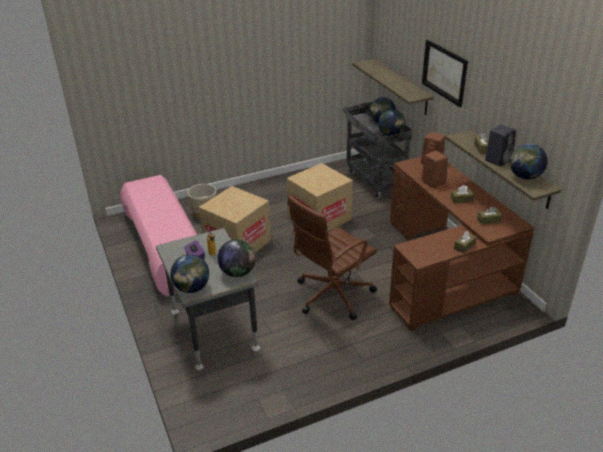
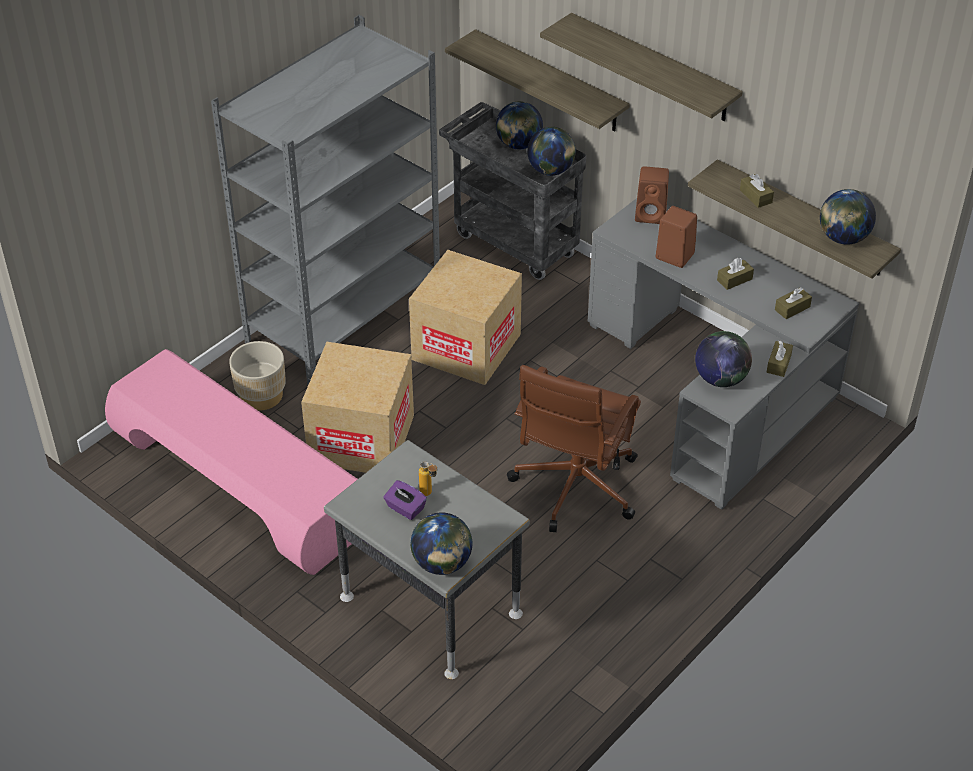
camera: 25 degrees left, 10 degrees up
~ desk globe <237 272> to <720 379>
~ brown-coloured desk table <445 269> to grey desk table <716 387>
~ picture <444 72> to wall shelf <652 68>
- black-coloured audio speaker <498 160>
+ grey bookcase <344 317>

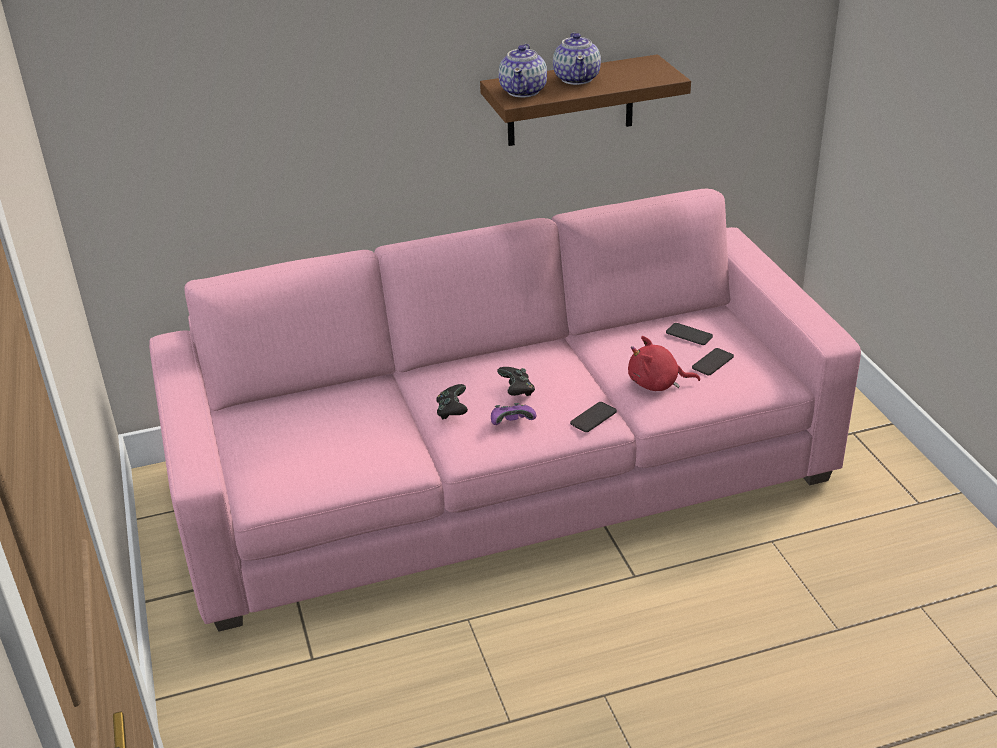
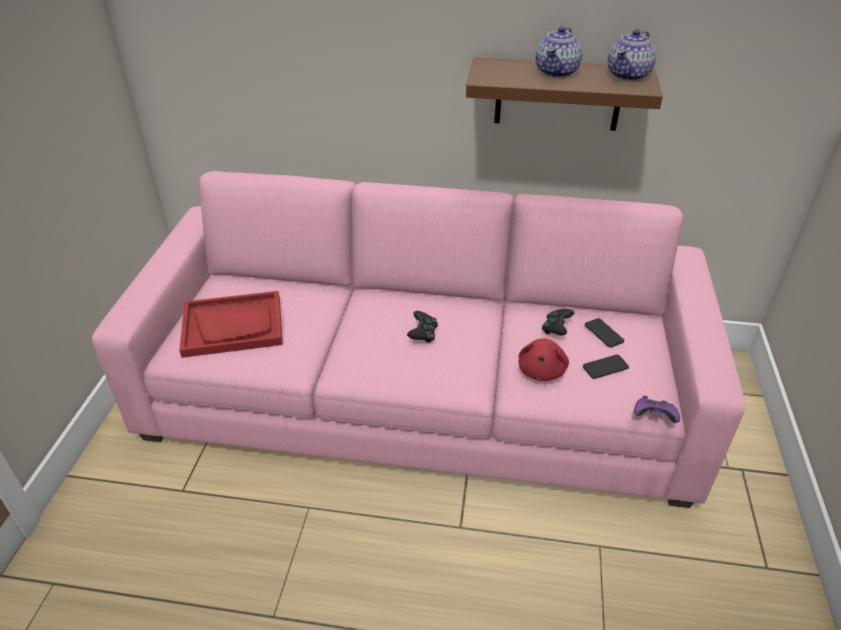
camera: 25 degrees right, 5 degrees up
~ black-coloured joypad <452 411> to <556 329>
~ purplish joypad <512 423> to <654 417>
~ tea pot <524 91> to <629 75>
- telephone <593 417>
~ reddish soft toy <657 384> = <542 370> 105 degrees counterclockwise
+ reddish carrying tray <233 326>

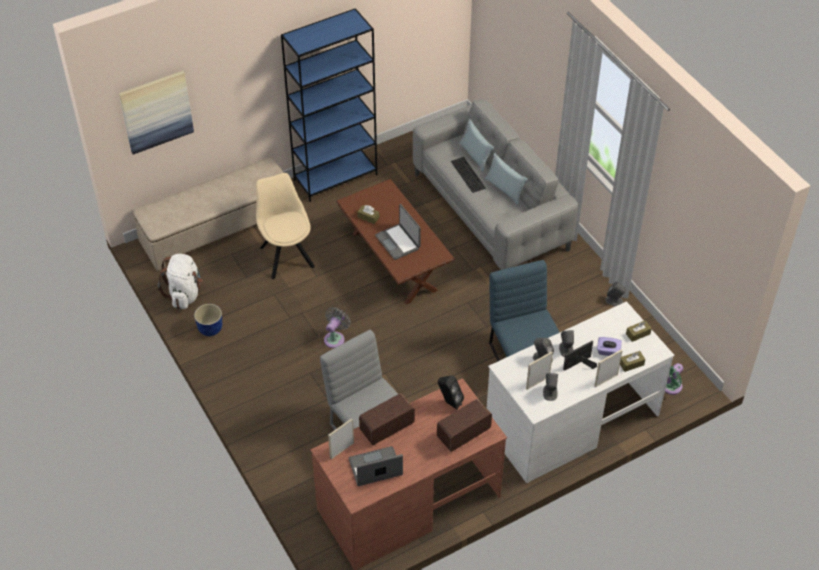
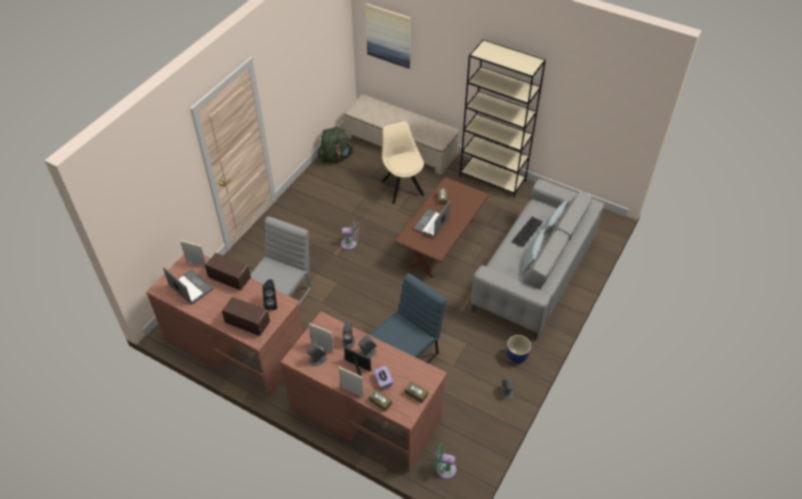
camera: 60 degrees right, 0 degrees up
~ white-coloured rucksack <184 294> to greenish rucksack <335 157>
~ plant pot <211 329> to <517 357>
~ beige plain chair <286 257> = <402 188> 60 degrees counterclockwise
~ blue-coloured bookcase <335 177> to beige bookcase <493 178>
~ white-coloured desk table <571 421> to brown-coloured desk table <365 413>

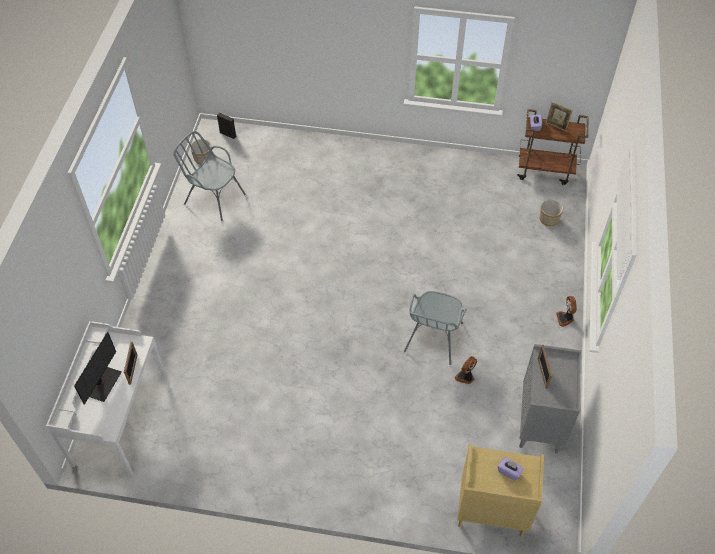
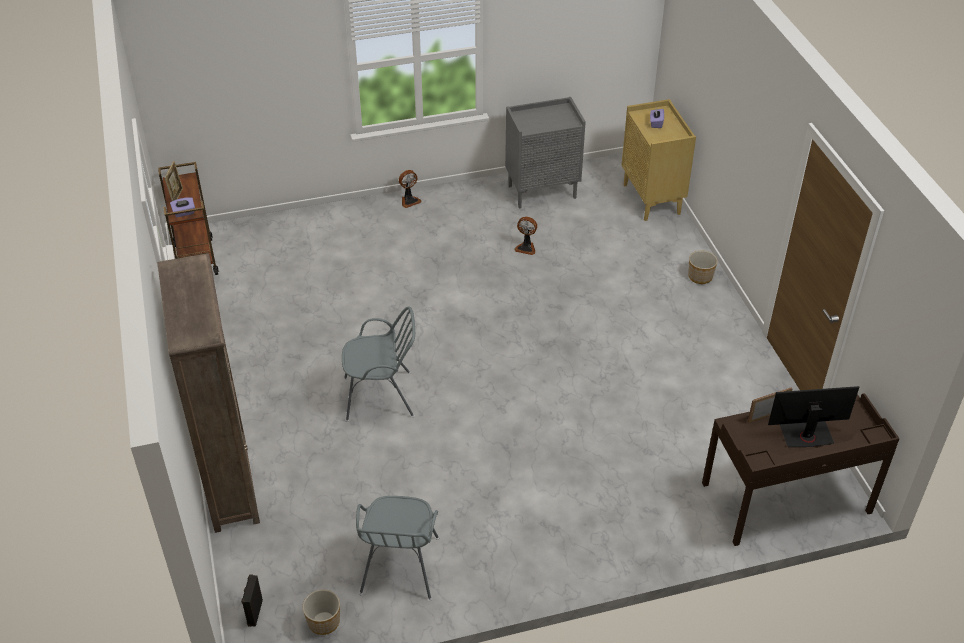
camera: 115 degrees left, 10 degrees down
~ white-coloured desk table <119 419> to brown-coloured desk table <786 499>
~ grey plain chair <433 340> to <382 396>
- picture frame <542 373>
~ plant pot <548 219> to <700 277>
+ brown-coloured bookcase <230 482>

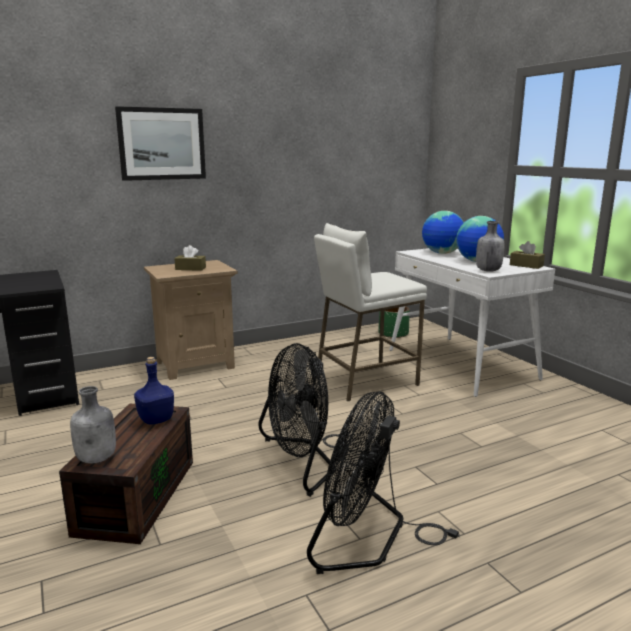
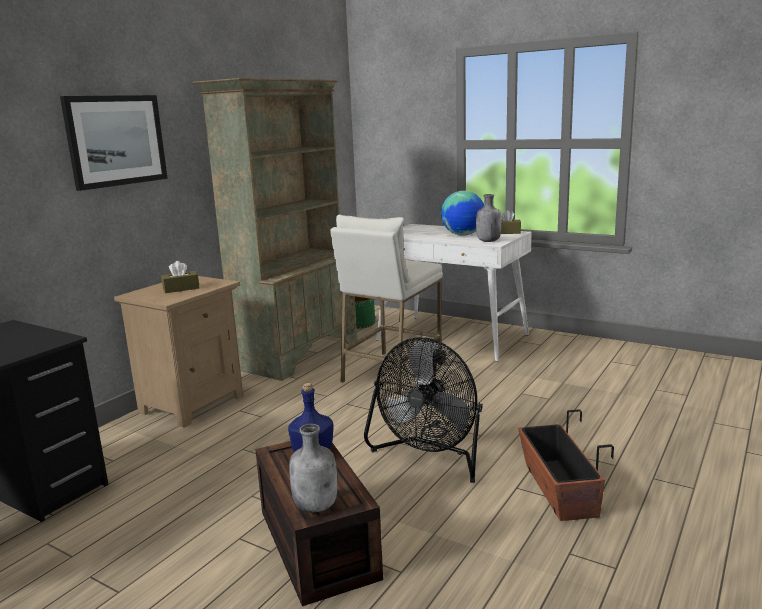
camera: 30 degrees left, 0 degrees up
~ black-coloured electric fan <374 533> to plant pot <558 490>
- desk globe <442 253>
+ greenish bookcase <298 353>

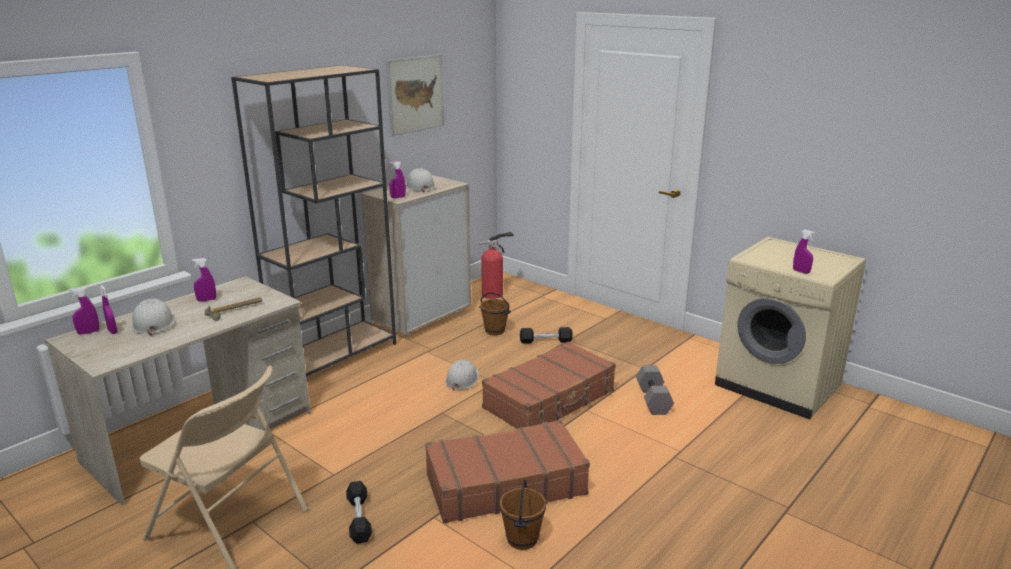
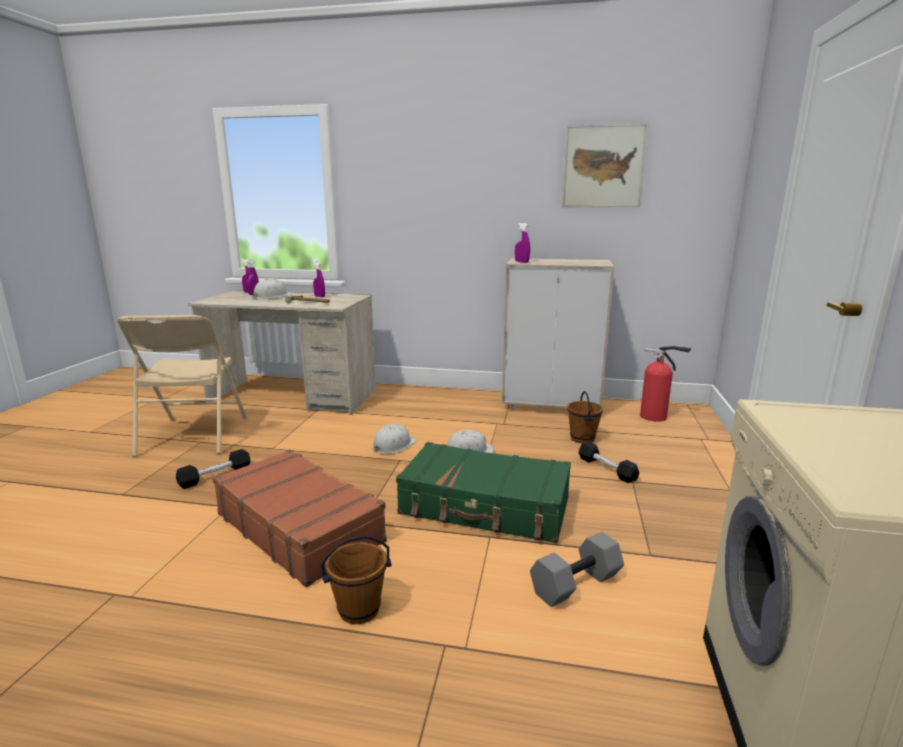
camera: 60 degrees right, 5 degrees down
- bookcase <336 355>
~ white-coloured safety helmet <419 186> to <393 445>
~ brown-coloured travel case <550 400> to greenish travel case <485 507>
~ brown-coloured bucket <521 539> to <359 609>
- purplish sprayer <801 272>

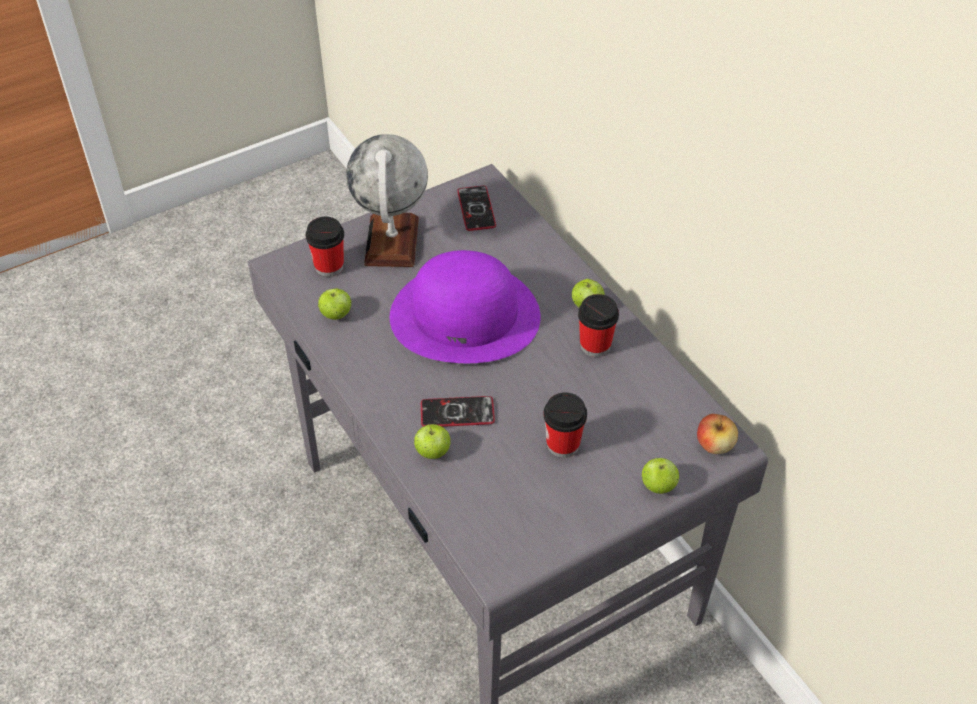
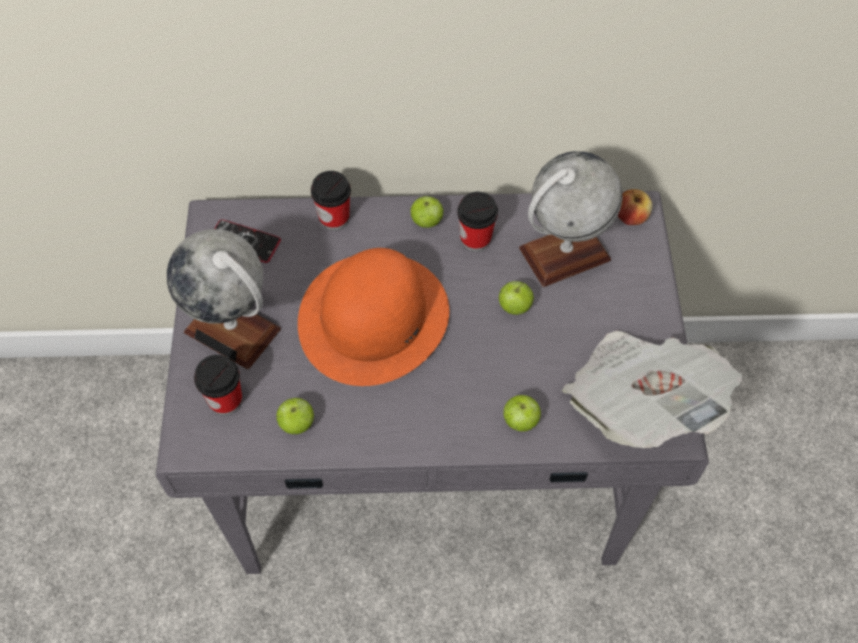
camera: 60 degrees left, 10 degrees up
~ purplish clothing hat <465 315> to orange clothing hat <374 317>
- telephone <457 413>
~ drinking cup <563 444> to <334 218>
~ apple <658 486> to <514 307>
+ desk globe <564 254>
+ newspaper <640 402>

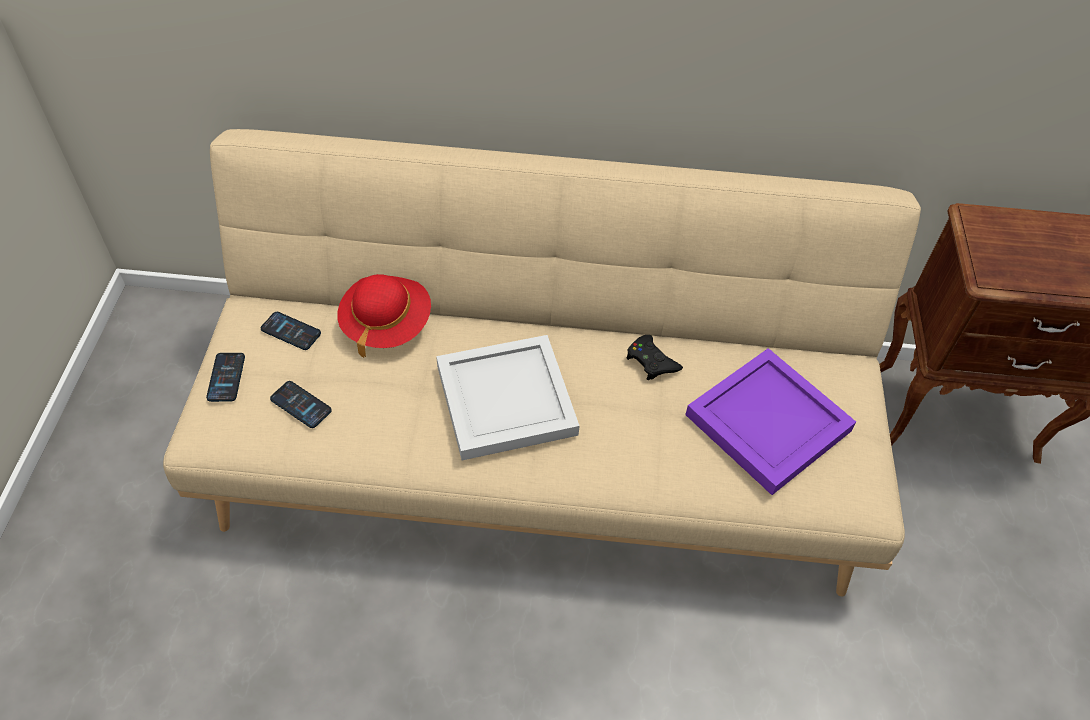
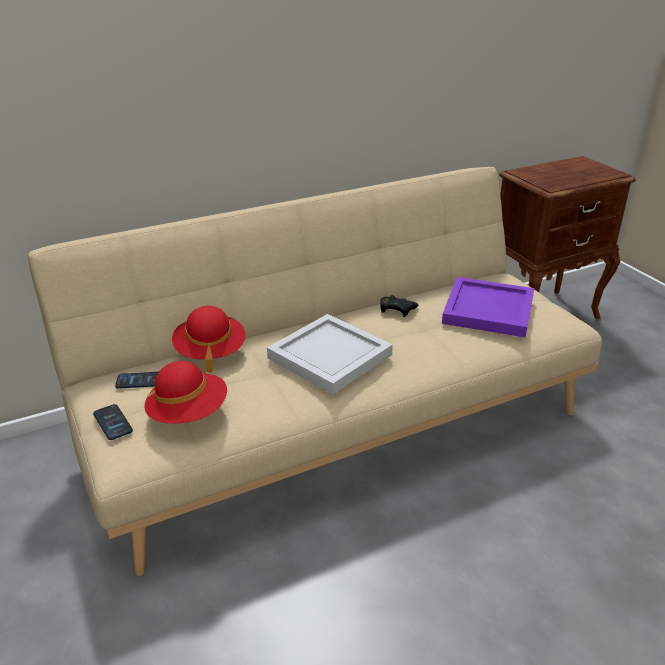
camera: 30 degrees left, 20 degrees down
~ telephone <301 405> to reddish clothing hat <188 413>

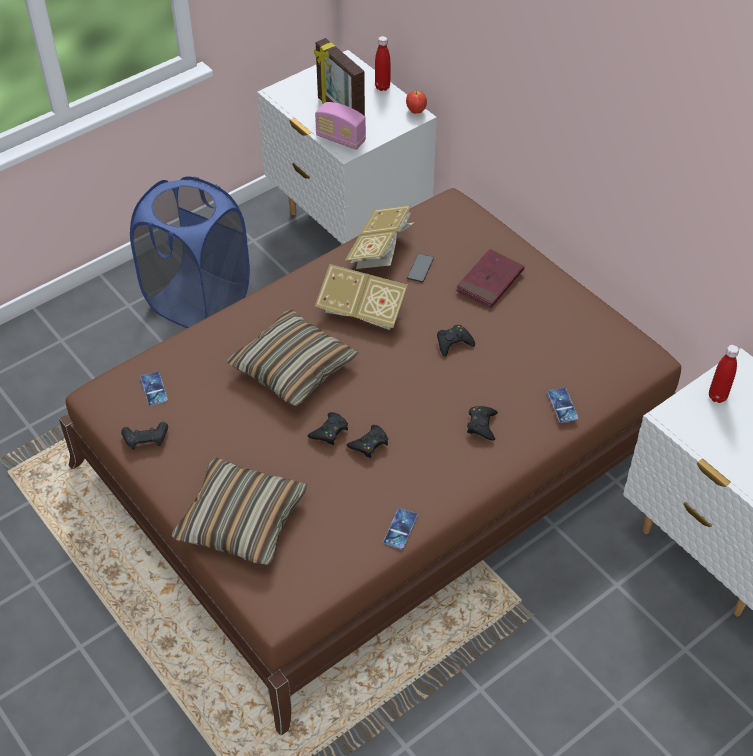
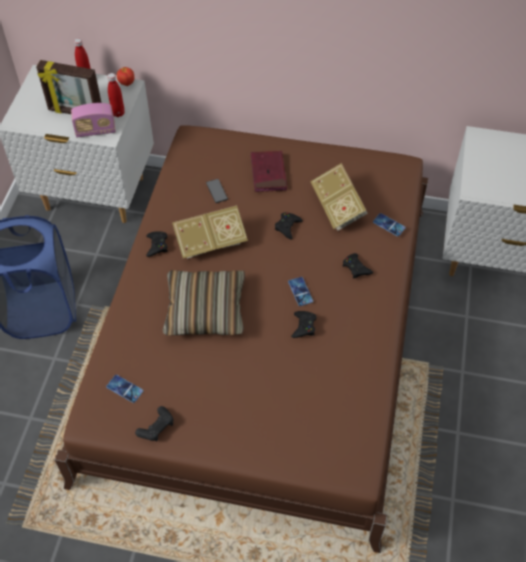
camera: 40 degrees left, 5 degrees up
- throw pillow <241 521>
~ black-coloured joypad <329 431> to <157 245>
~ bound book <380 251> to <338 208>
~ telephone <400 528> to <300 291>
~ reddish bottle <717 396> to <118 113>

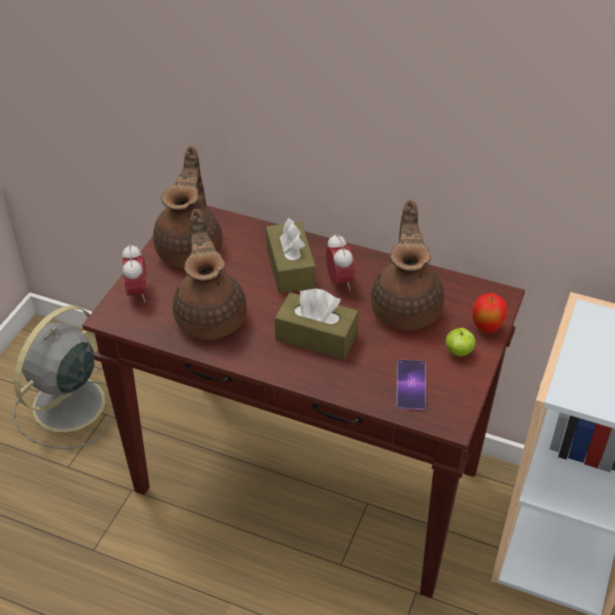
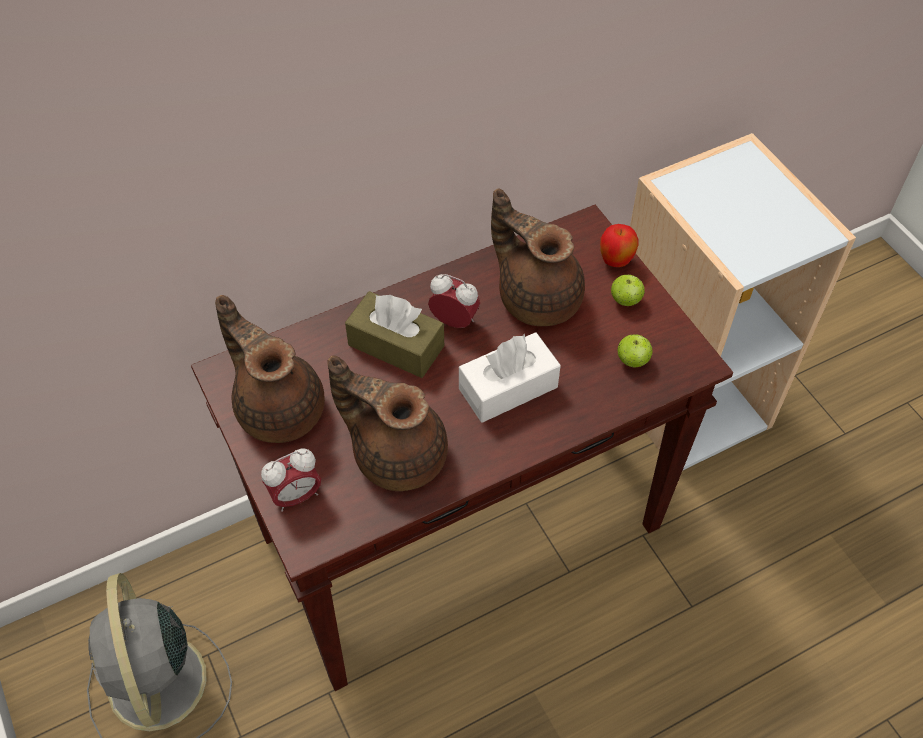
camera: 50 degrees left, 10 degrees up
~ bedside clock <137 293> = <296 496> 120 degrees clockwise
~ brown-coloured tissue box <316 336> to white-coloured tissue box <508 388>
~ telephone <411 385> to apple <632 361>

